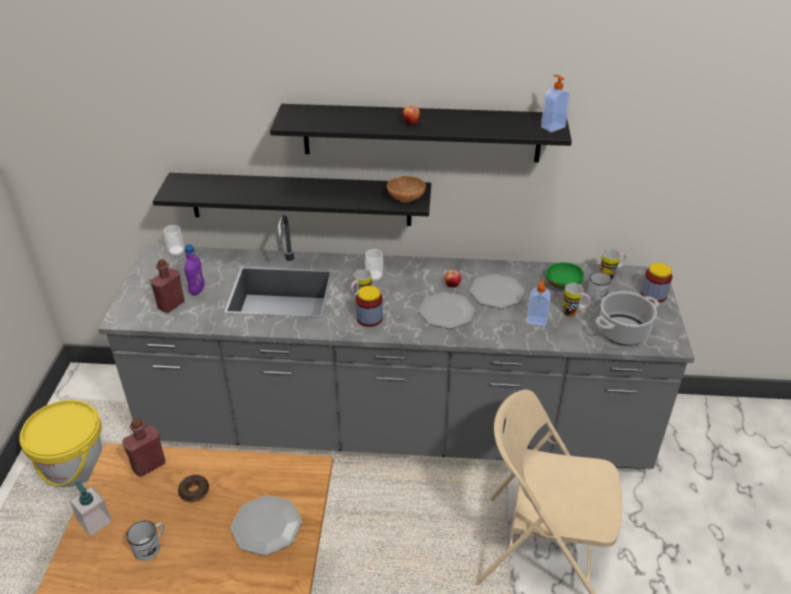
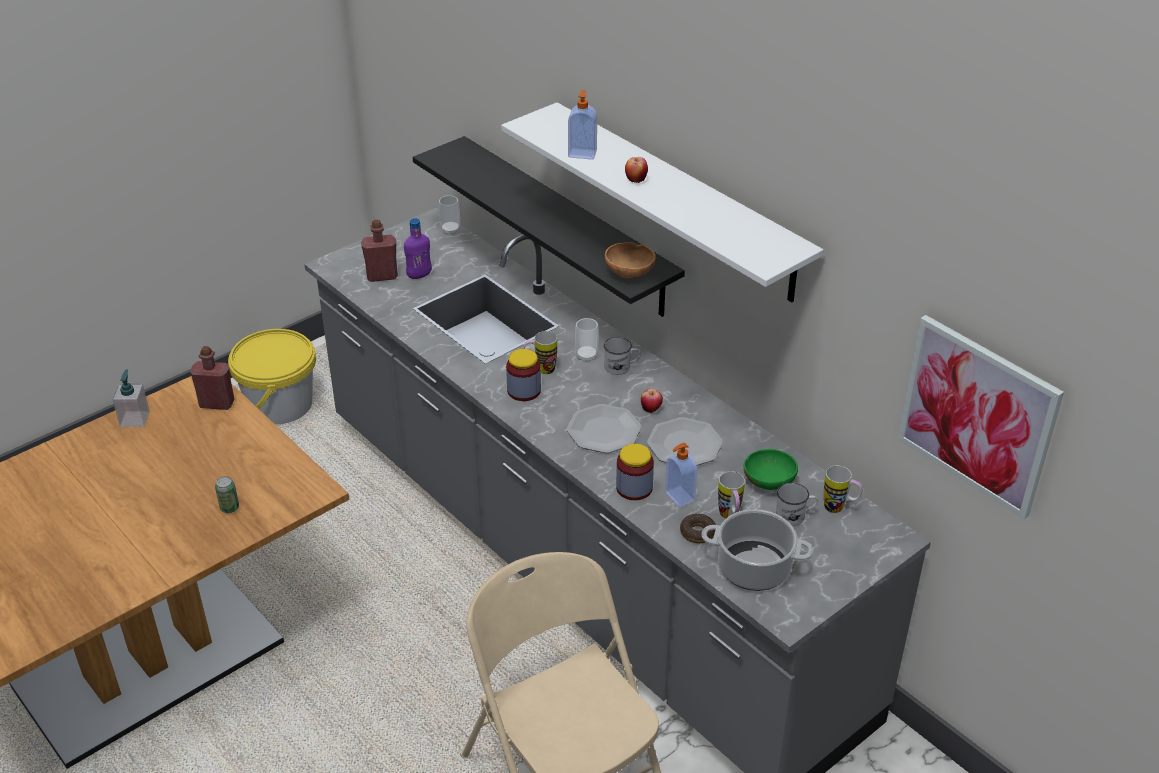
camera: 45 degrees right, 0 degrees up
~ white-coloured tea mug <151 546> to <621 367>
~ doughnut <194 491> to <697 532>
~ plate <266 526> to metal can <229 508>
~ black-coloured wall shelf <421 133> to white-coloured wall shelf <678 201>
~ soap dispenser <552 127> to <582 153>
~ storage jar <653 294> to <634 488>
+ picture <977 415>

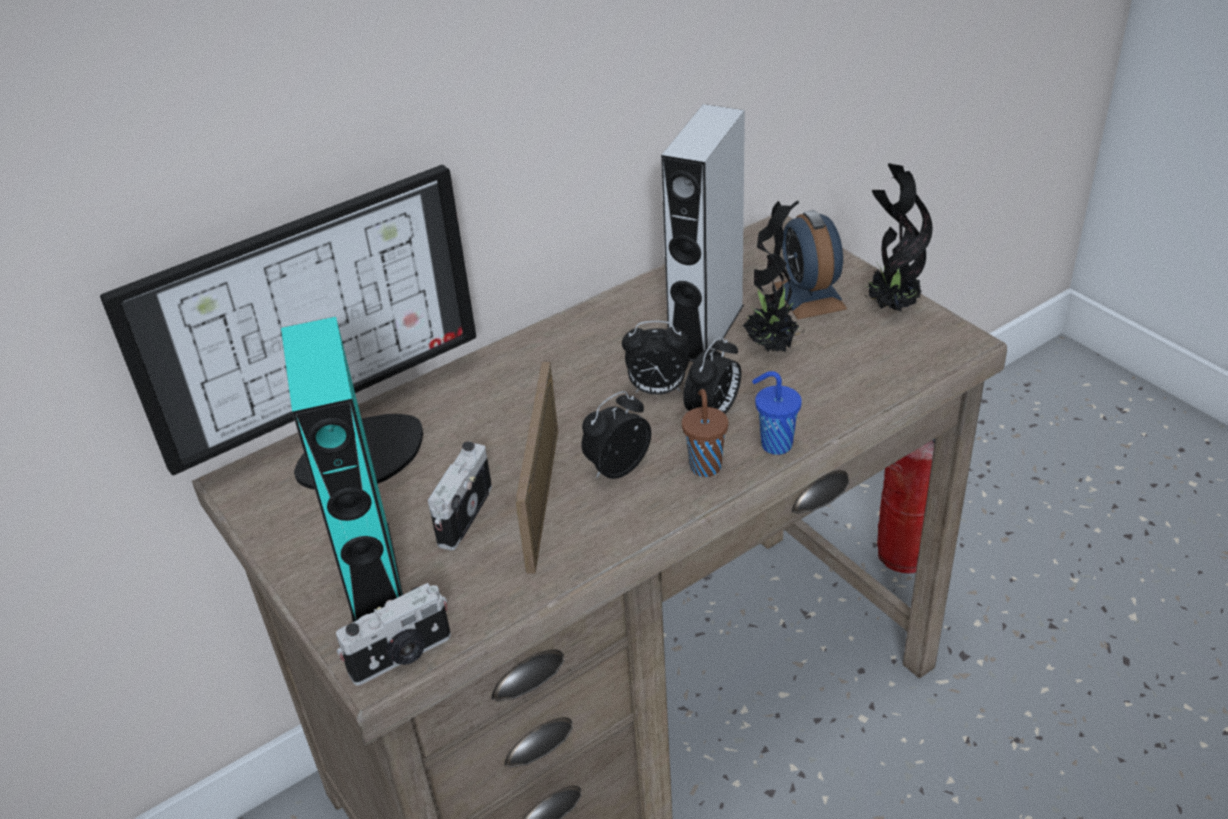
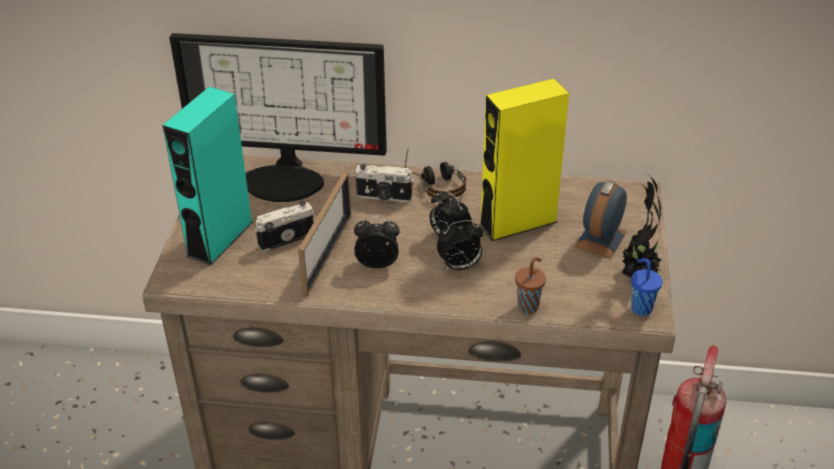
camera: 40 degrees right, 0 degrees up
~ still camera <402 657> to <384 197>
~ picture frame <543 498> = <327 254> 150 degrees clockwise
~ grey audio speaker <706 330> to yellow-coloured audio speaker <518 223>
~ brown-coloured drinking cup <705 465> to <528 306>
- plant in a pot <772 347>
~ blue-coloured drinking cup <774 444> to <640 308>
+ pair of headphones <435 182>

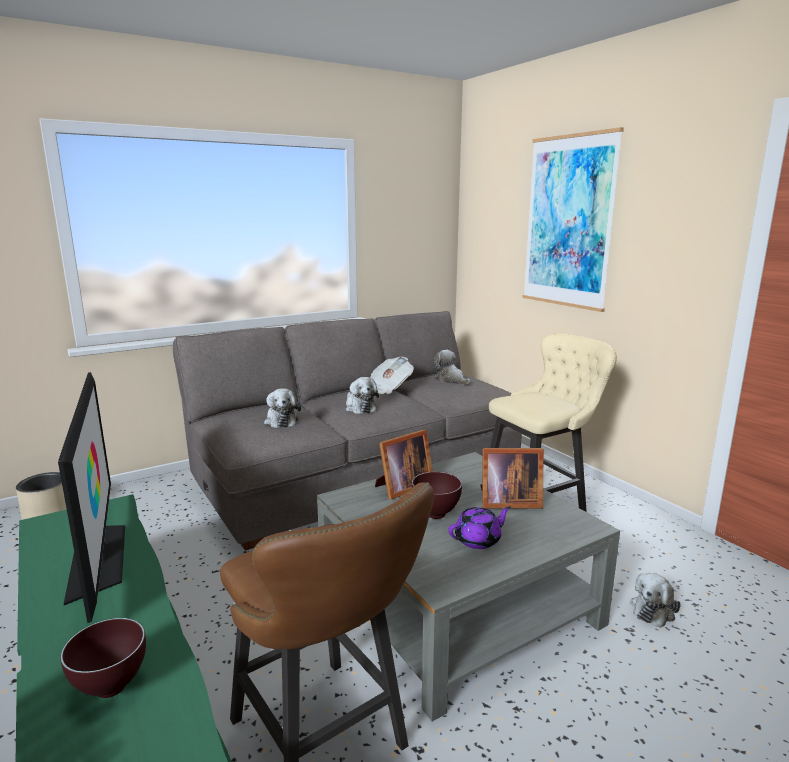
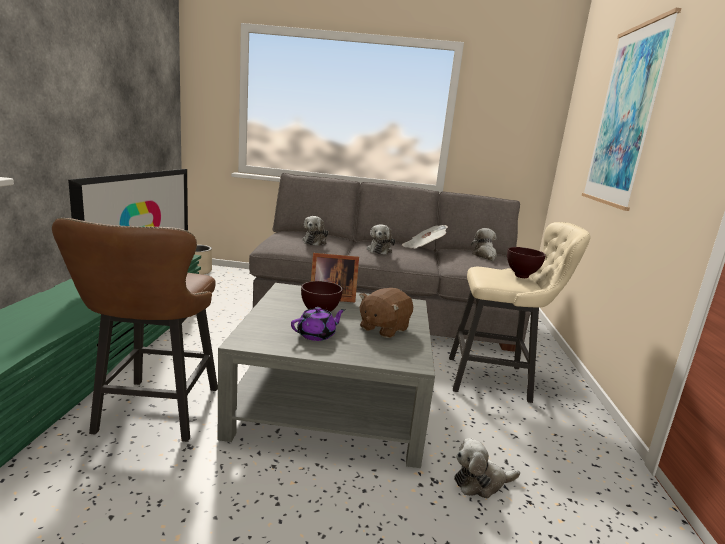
camera: 35 degrees right, 0 degrees up
~ brown-coloured serving bowl <112 689> to <521 277>
~ purplish tea pot <478 540> = <317 335> 45 degrees counterclockwise
~ picture frame <507 502> to brown-coloured soft toy <383 328>

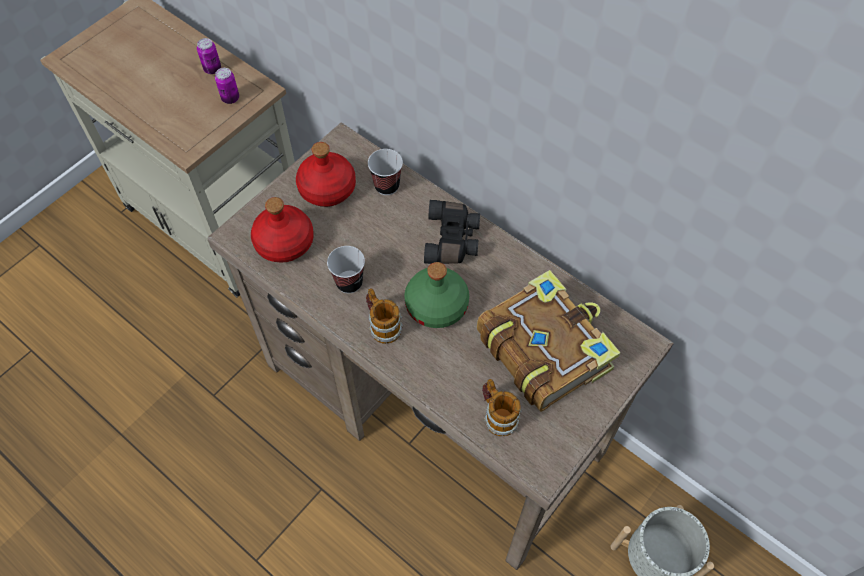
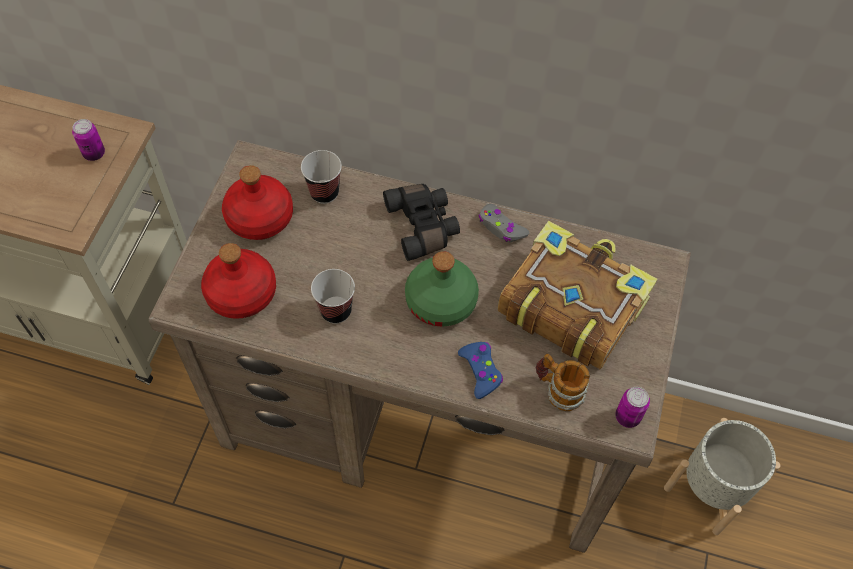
camera: 25 degrees left, 0 degrees up
~ metal can <212 69> to <627 417>
- tea mug <382 324>
+ blue-coloured joypad <480 371>
+ grey joypad <501 228>

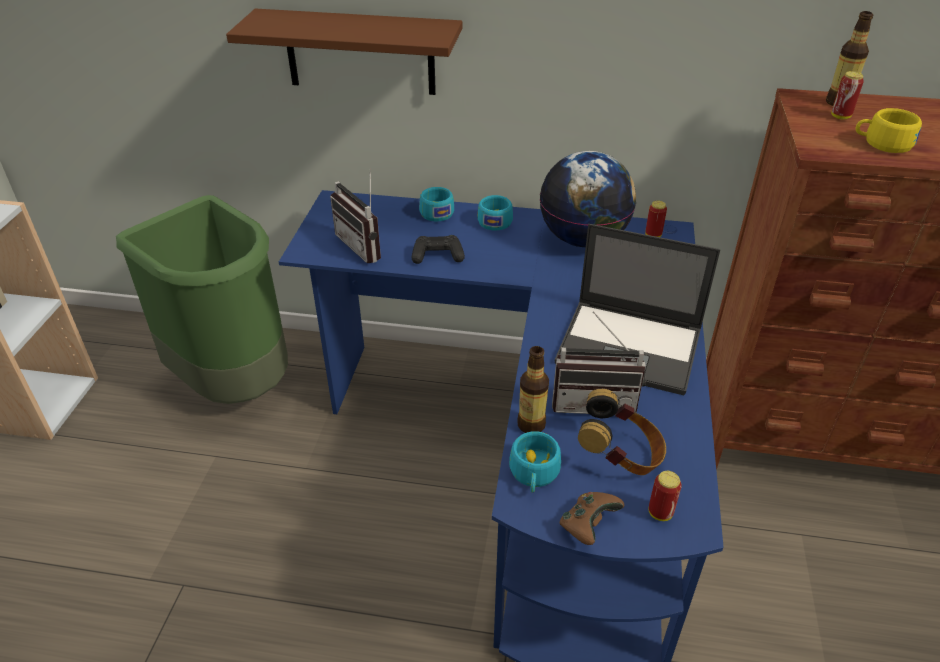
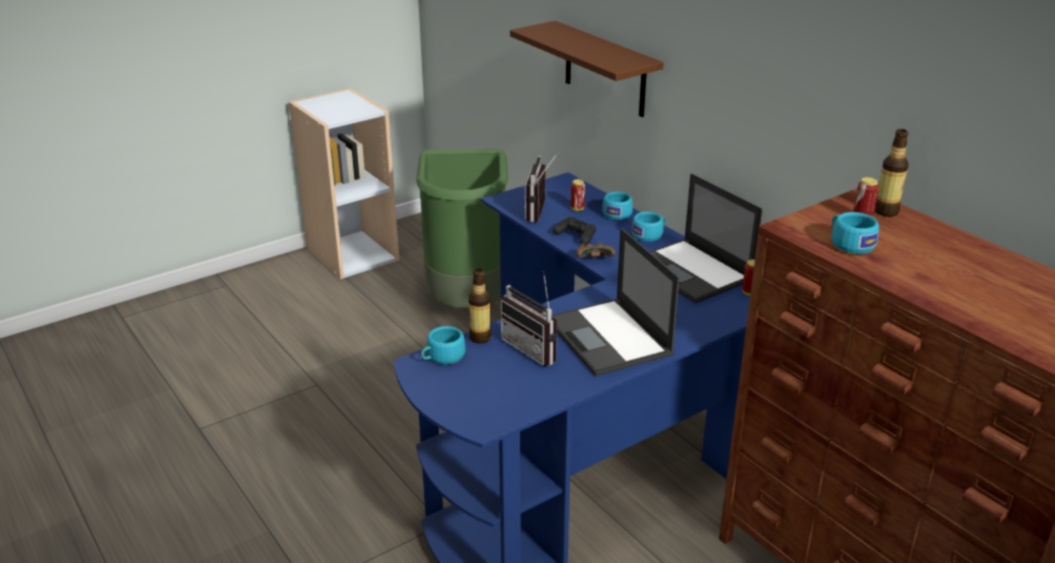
camera: 45 degrees right, 10 degrees down
~ desk globe <583 239> to portable computer <692 271>
~ brown-coloured joypad <588 525> to <594 260>
- pair of headphones <620 456>
~ metal can <660 513> to <577 209>
~ yellow-coloured drinking cup <882 144> to turquoise-coloured drinking cup <849 243>

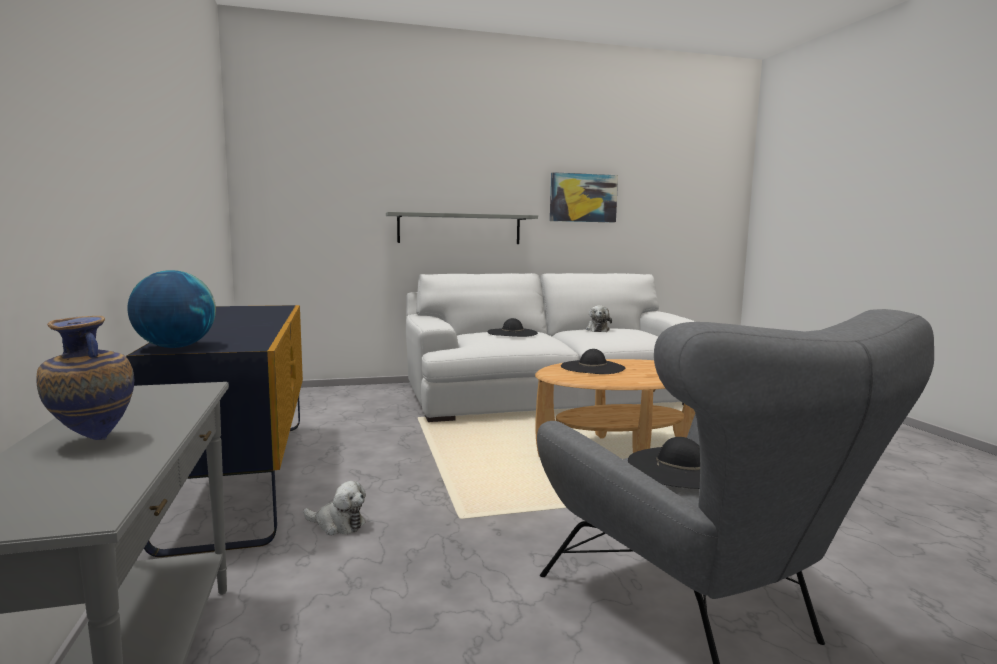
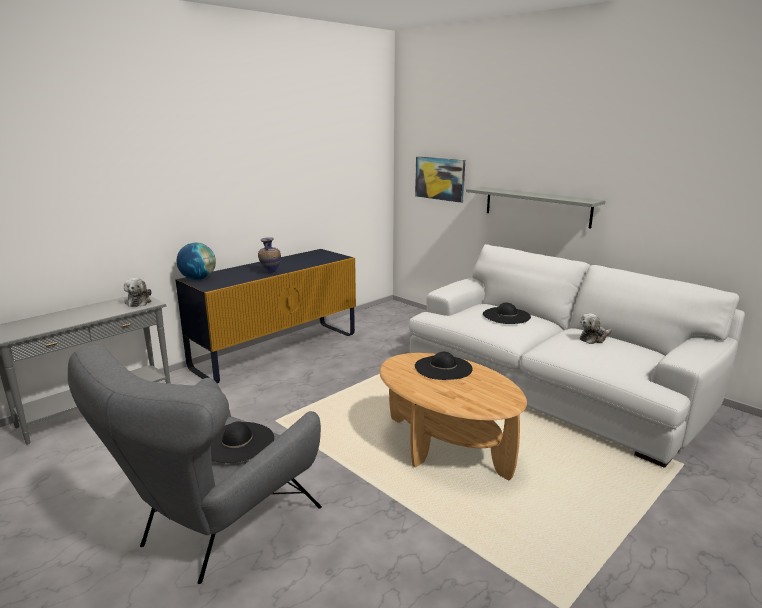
camera: 60 degrees right, 10 degrees up
~ decorative vase <91 441> to <270 273>
~ soft toy <337 524> to <139 302>
~ picture <583 198> to <440 178>

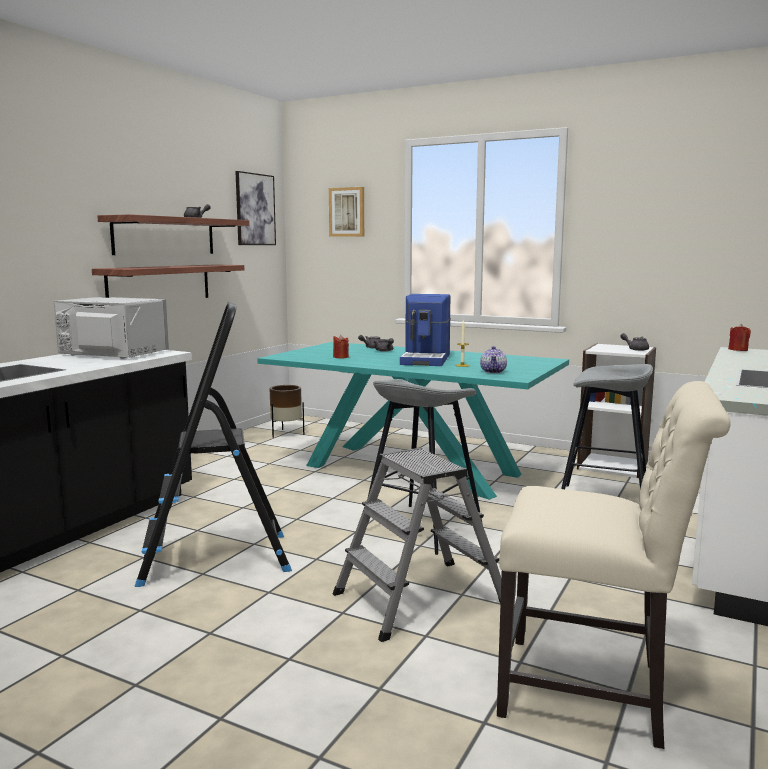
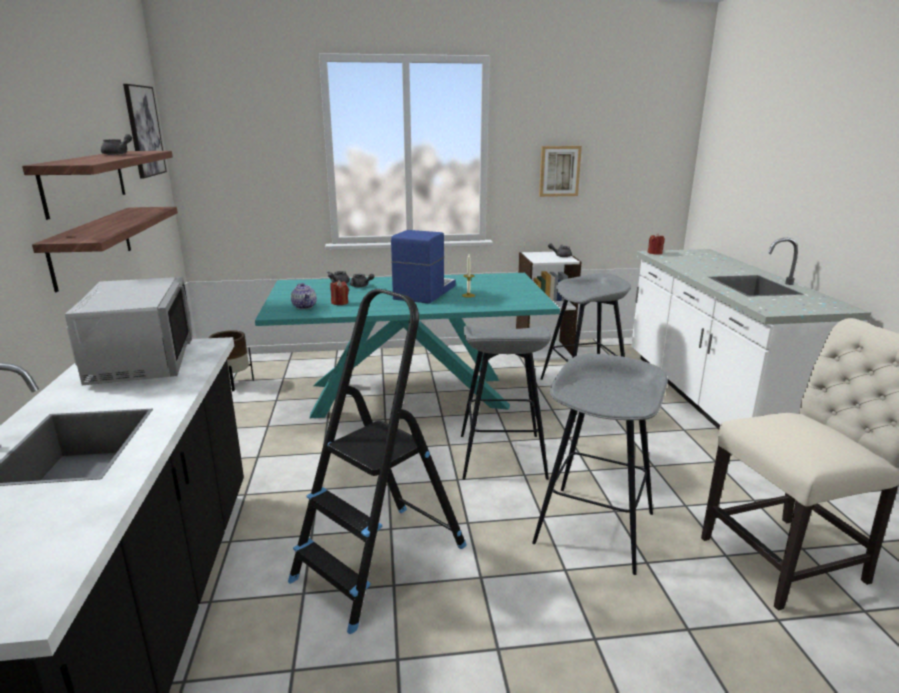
camera: 35 degrees left, 10 degrees up
~ grey kitchen microwave <113 354> = <140 362> 90 degrees clockwise
~ picture <347 212> to <559 171>
~ grey step stool <420 598> to grey sitting stool <595 527>
~ coffee machine <426 359> = <423 292> 135 degrees counterclockwise
~ tea pot <493 371> to <305 306>

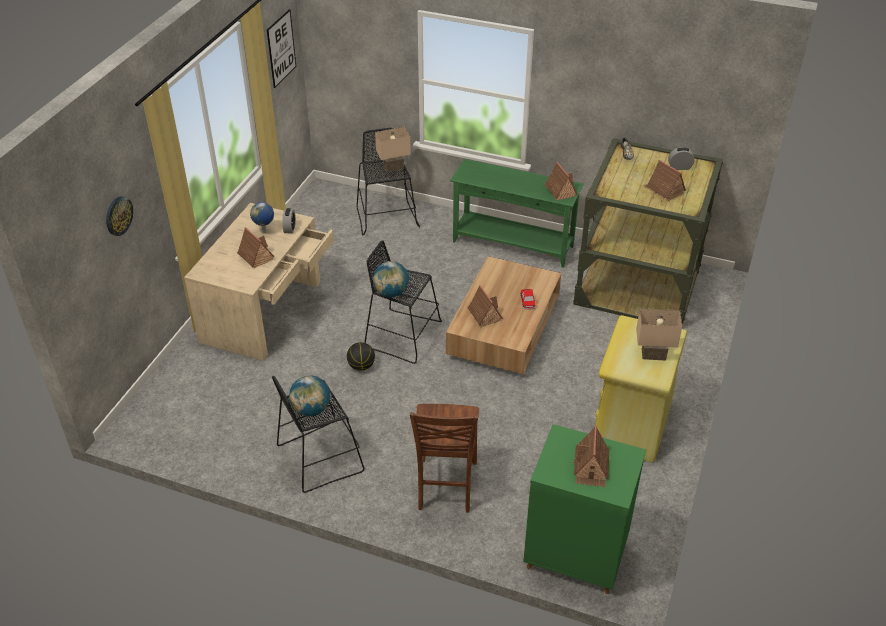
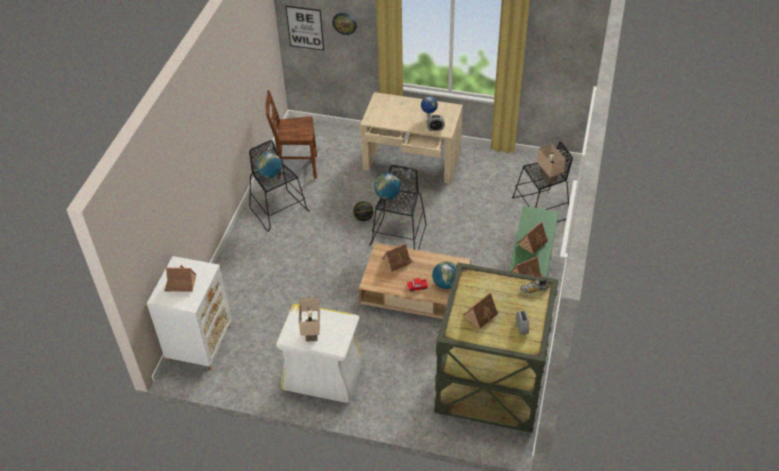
camera: 85 degrees right, 5 degrees up
~ miniature house <255 256> to <533 243>
~ picture <281 48> to <305 28>
~ brown-coloured plain chair <445 486> to <296 167>
~ greenish chest of drawers <574 554> to white-coloured chest of drawers <200 343>
~ yellow-coloured bedside table <631 422> to white-coloured bedside table <321 375>
+ desk globe <445 284>

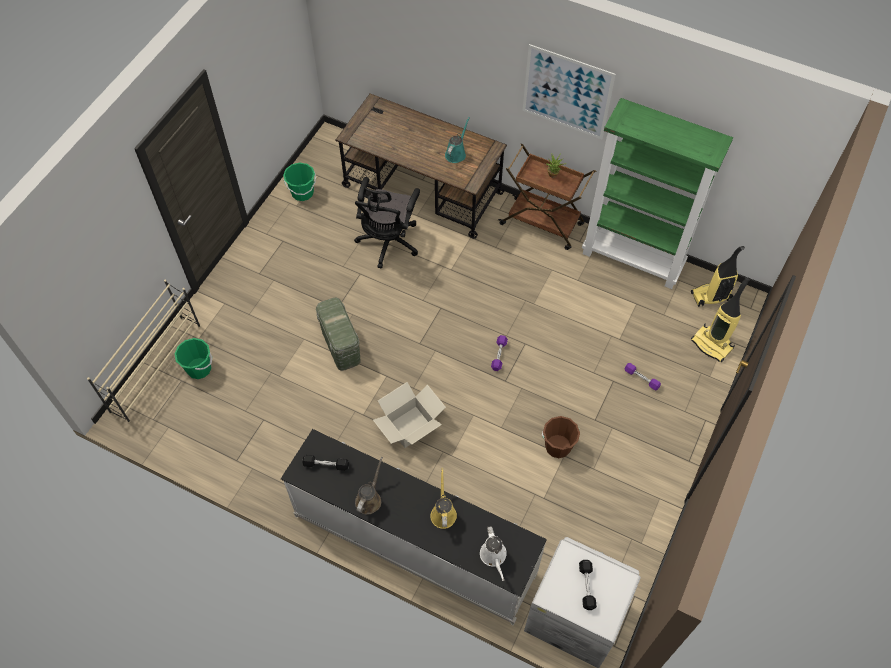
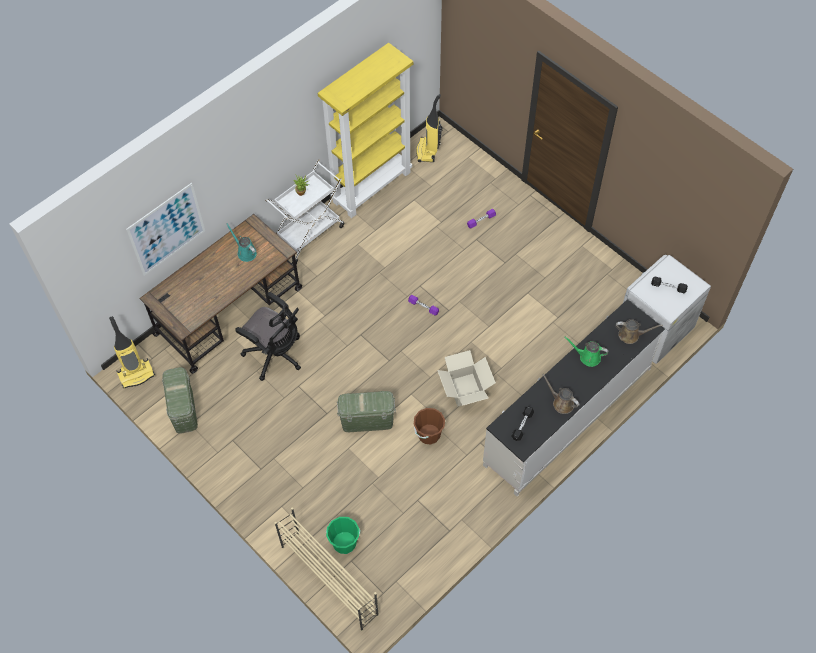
camera: 70 degrees left, 0 degrees up
~ greenish bucket <302 193> to greenish storage container <183 410>
~ yellow-coloured watering pot <443 512> to greenish watering pot <587 357>
~ white-coloured watering pot <493 556> to brown-coloured watering pot <631 335>
~ brown-coloured trolley <542 224> to white-coloured trolley <309 236>
~ picture <567 92> to <166 229>
~ brown-coloured bucket <558 446> to <429 434>
~ greenish bookcase <633 259> to yellow-coloured bookcase <372 186>
~ hoover <712 344> to <136 374>

